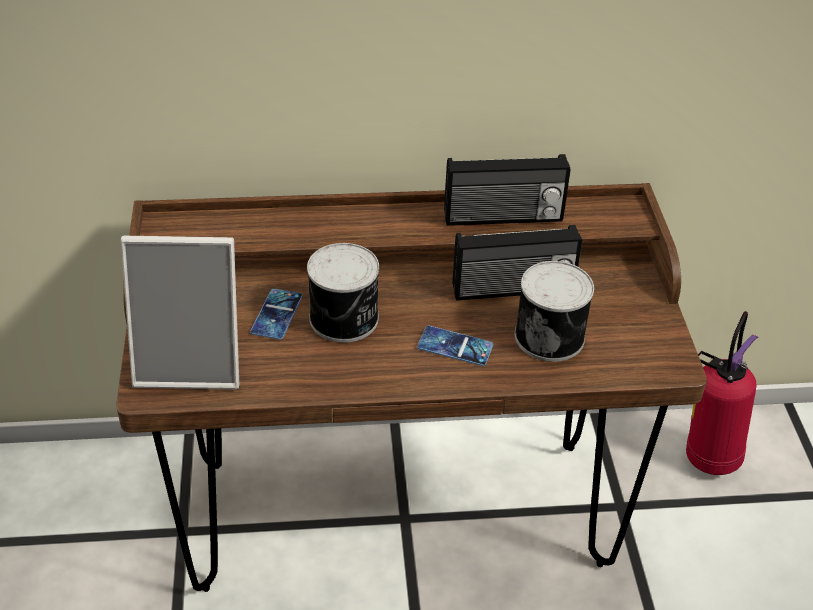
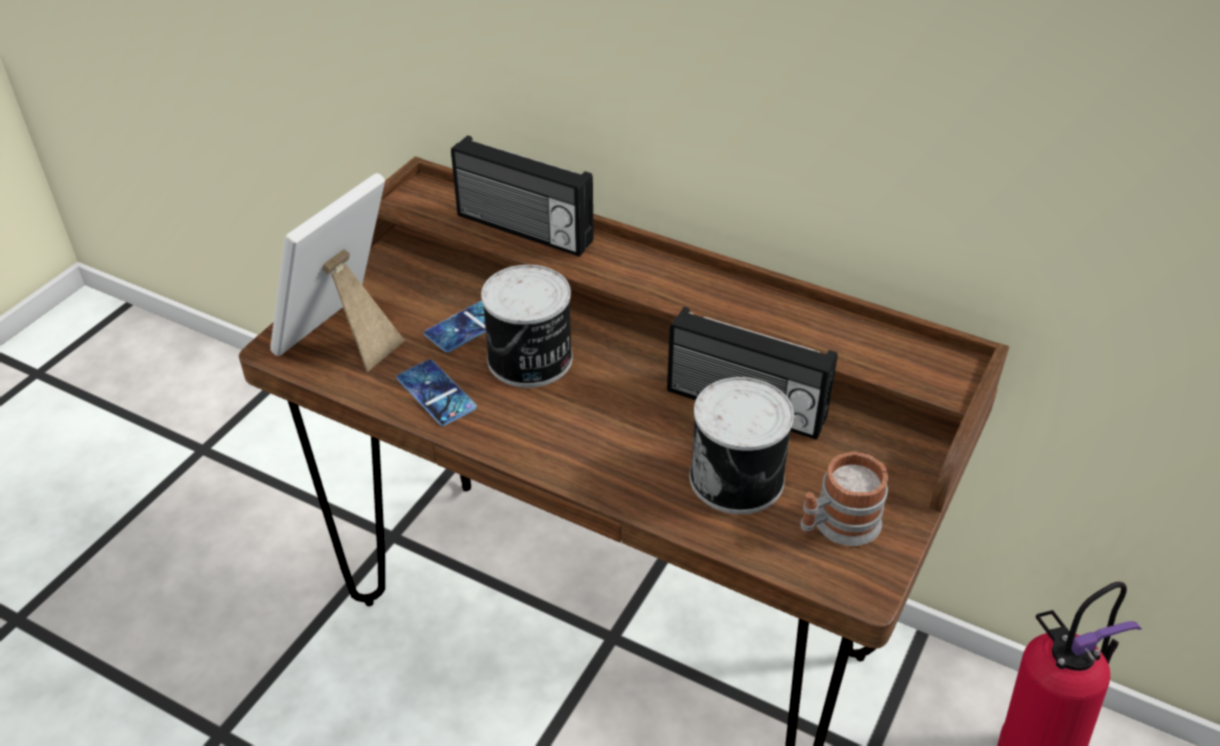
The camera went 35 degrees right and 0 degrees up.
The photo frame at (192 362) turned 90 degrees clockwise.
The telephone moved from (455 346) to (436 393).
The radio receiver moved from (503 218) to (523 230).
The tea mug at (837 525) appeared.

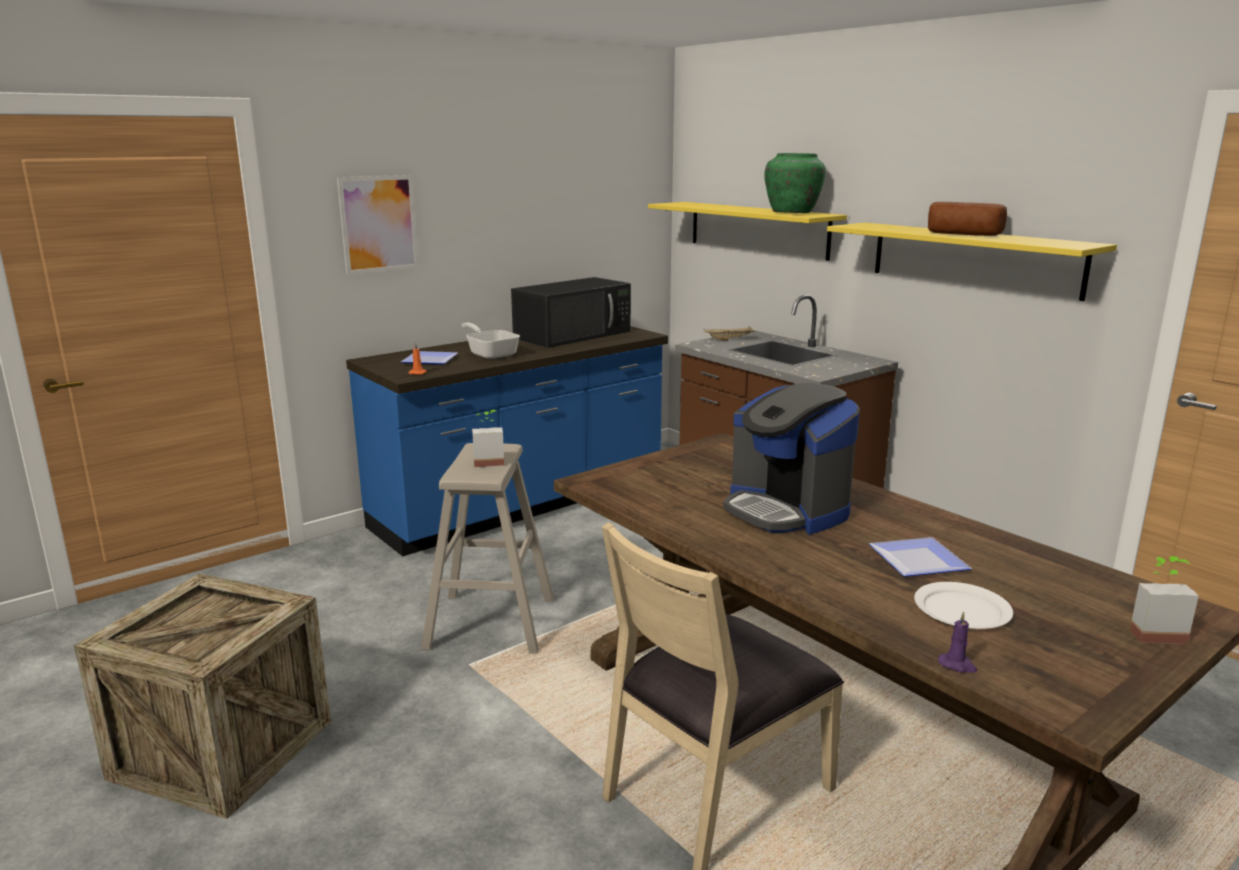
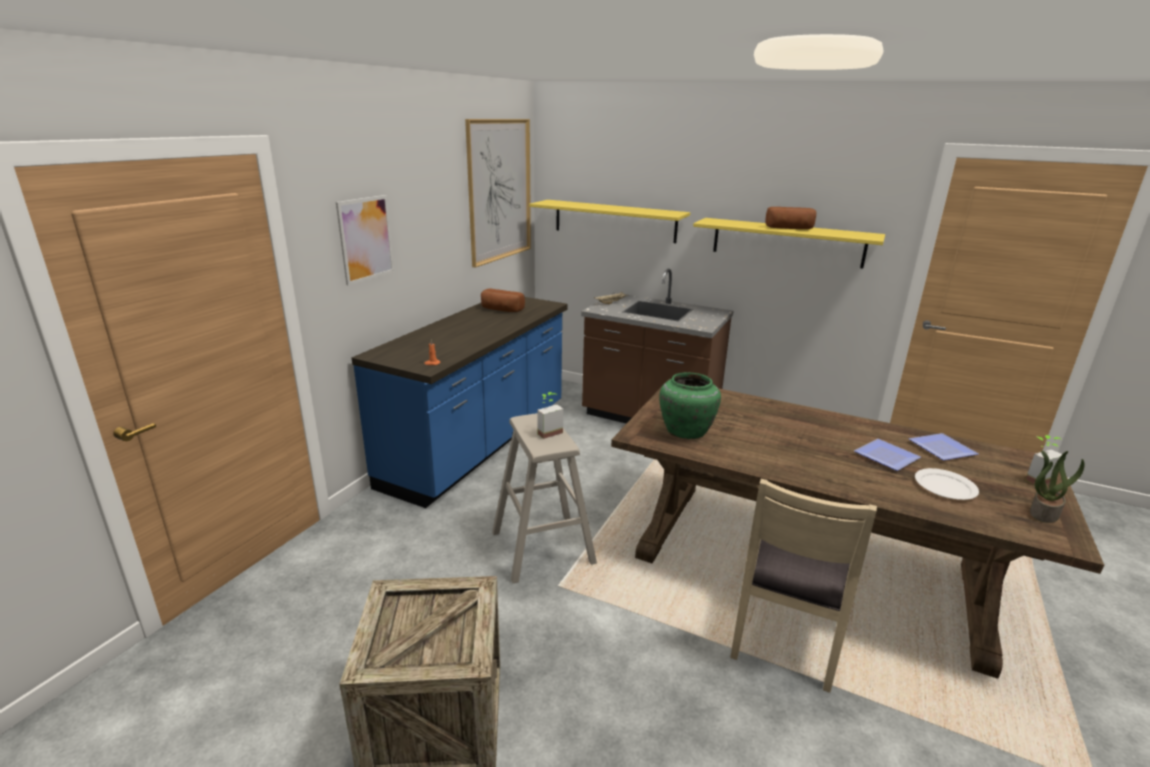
The camera went 25 degrees left and 5 degrees up.
The picture at (500 191) appeared.
The black-coloured microwave at (573 334) was replaced by the baked bread at (501 310).
The greenish decorative vase moved from (793 213) to (686 431).
The flat dish moved from (432 360) to (941 448).
The houseplant at (1043 513) appeared.
The pan at (490 354) disappeared.
The coffee maker at (786 510) disappeared.
The purplish wax candle at (957 665) disappeared.

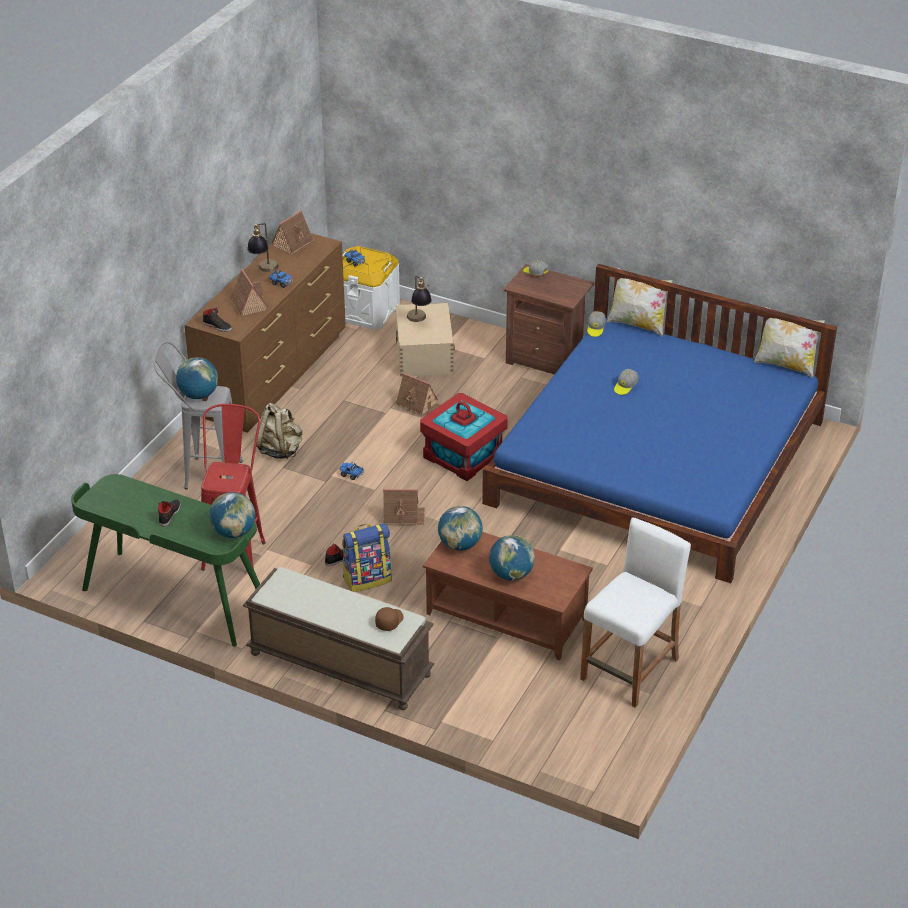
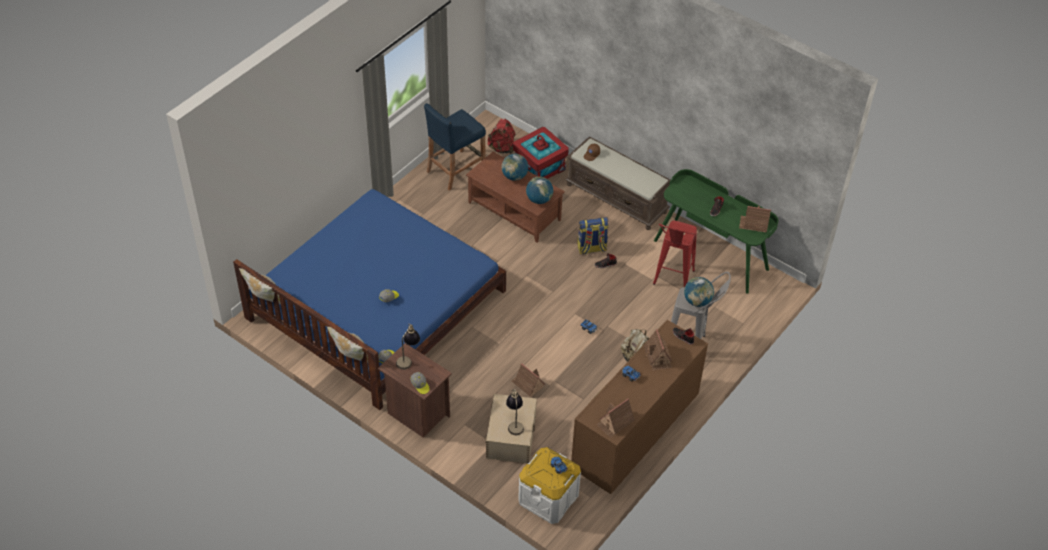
The camera went 170 degrees left and 10 degrees up.
The lamp for a table moved from (264 270) to (408 358).
The white-coloured stool seat at (630 669) became the bluish stool seat at (455 170).
The red-coloured backpack at (502 148) appeared.
The red-coloured storage container moved from (463 455) to (540 167).
The toy house moved from (403 516) to (754 224).
The globe at (233 532) disappeared.

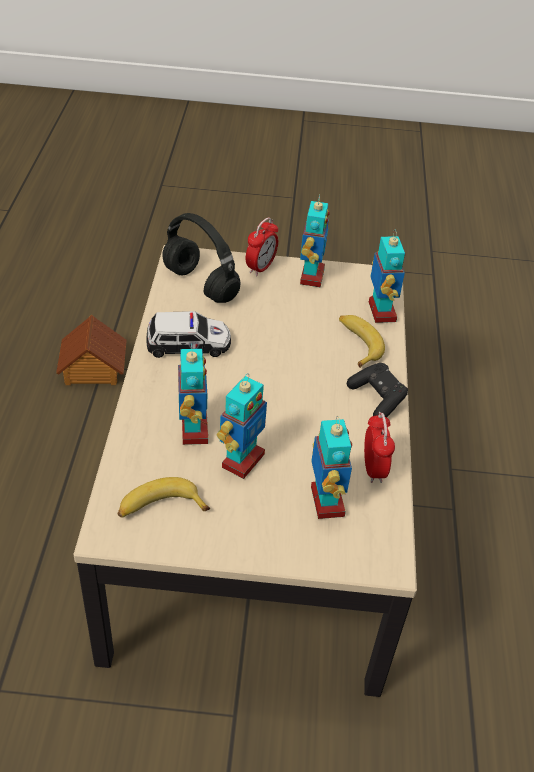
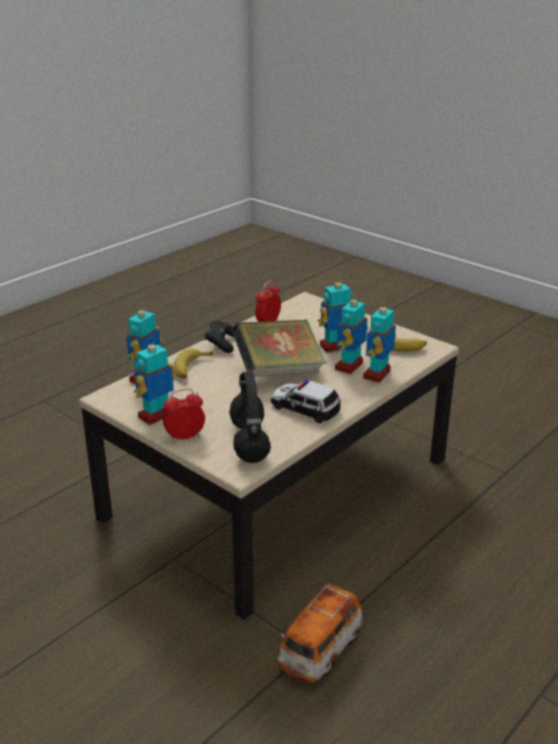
The camera went 140 degrees left and 15 degrees down.
The book at (279 371) appeared.
The toy house at (92 369) was replaced by the miniature car at (320 650).
The toy robot moved from (326 502) to (377 375).

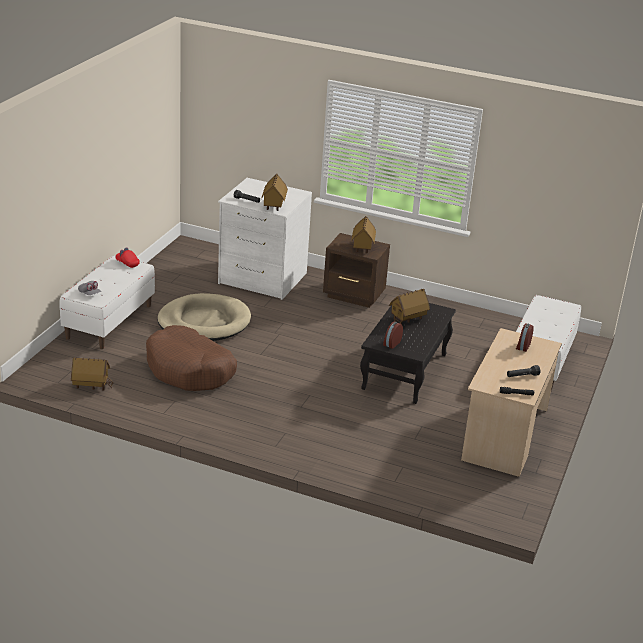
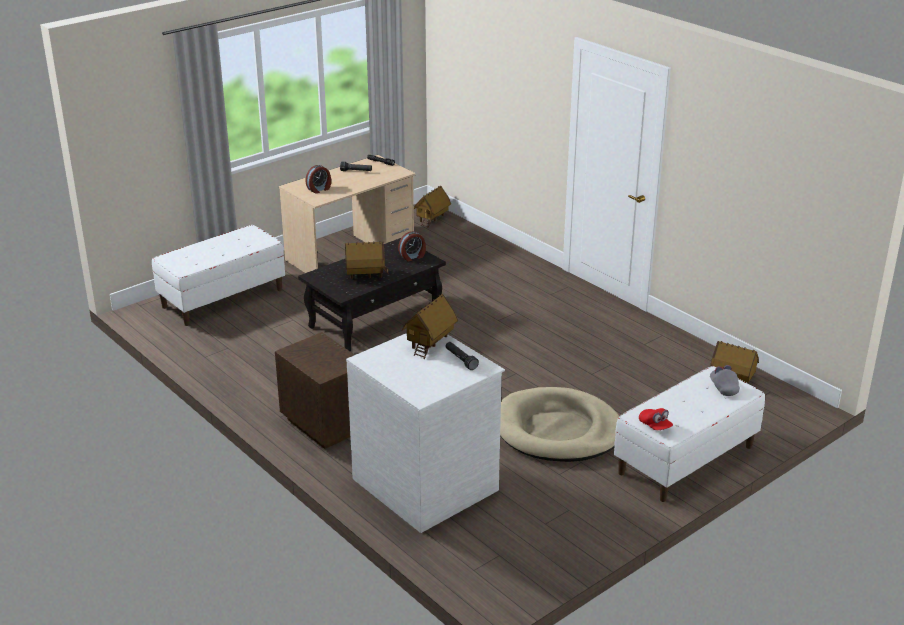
The camera went 150 degrees left and 0 degrees up.
The toy house moved from (362 247) to (432 219).
The brown pet bed at (190 370) disappeared.

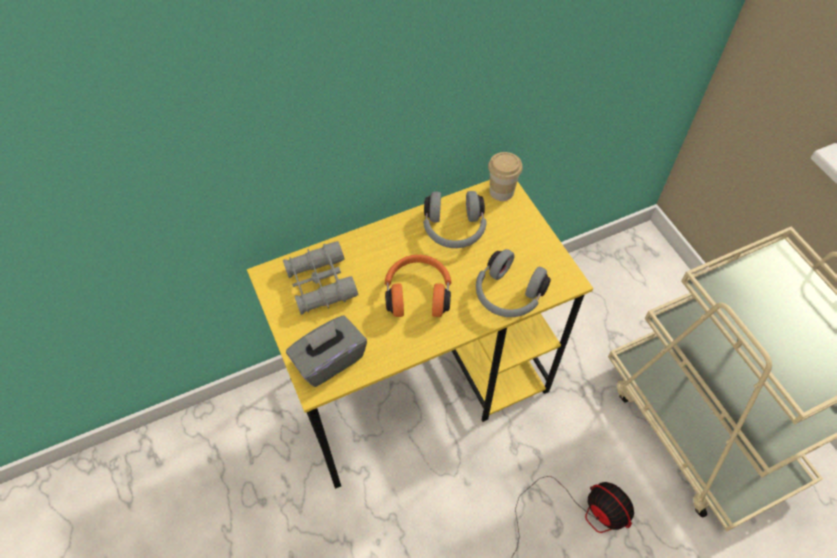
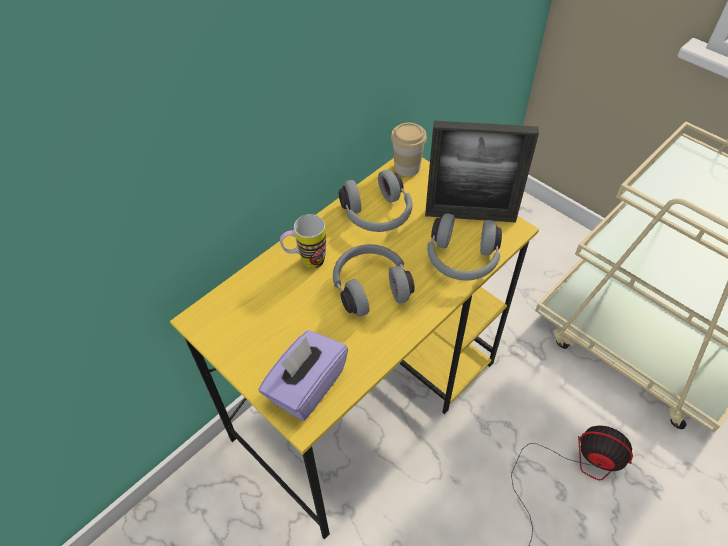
The camera went 20 degrees left and 5 degrees down.
The grey tissue holder at (329 360) became the purplish tissue holder at (306 386).
The tea mug at (306 262) appeared.
The orange-coloured headphones at (418 293) became the grey headphones at (370 286).
The photo frame at (470 216) appeared.
The grey pair of binoculars at (320 283) disappeared.

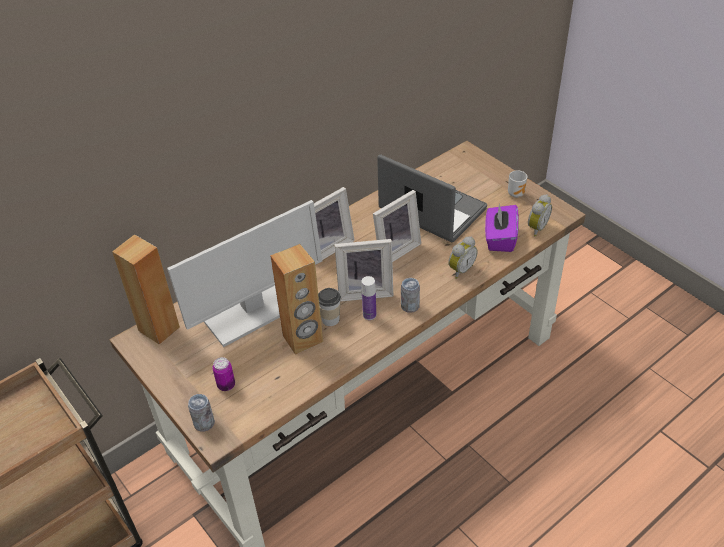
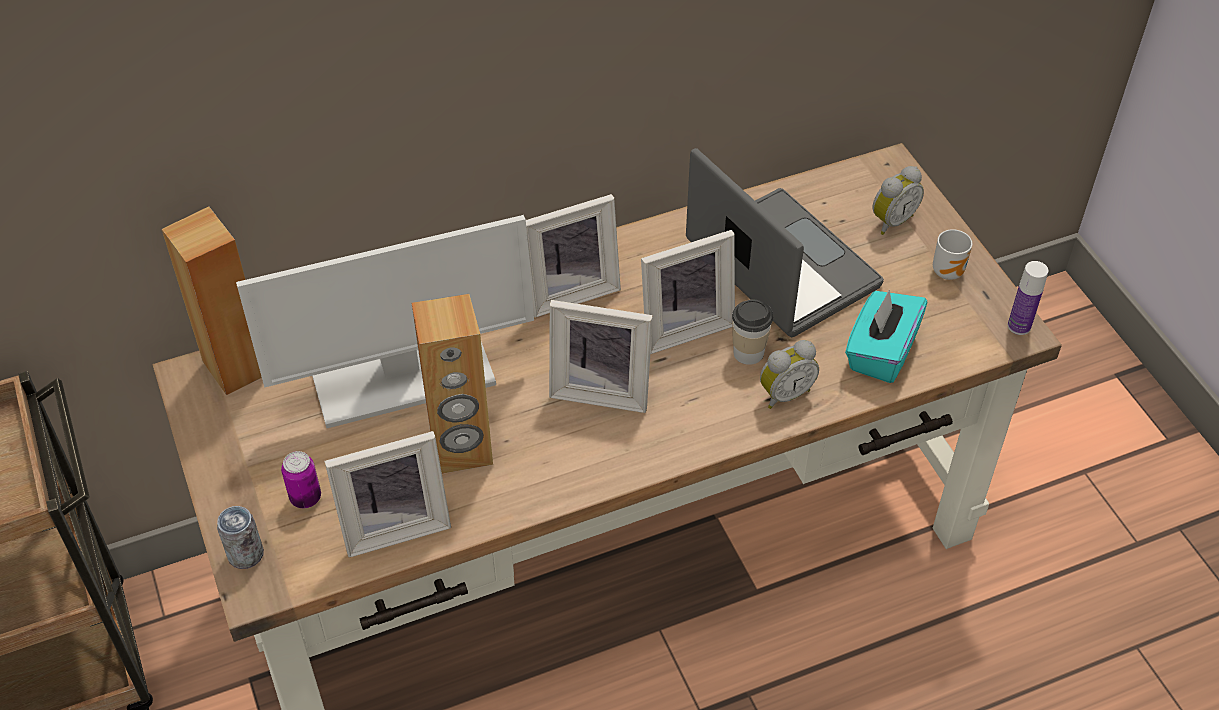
The camera went 15 degrees right and 5 degrees up.
The photo frame at (394 524) appeared.
The small cup moved from (330 319) to (748 353).
The purplish tissue holder at (500 239) became the turquoise-coloured tissue holder at (880 352).
The bedside clock moved from (536 228) to (891 220).
The drink bottle moved from (369 315) to (1019 326).
The metal can at (410 306) disappeared.

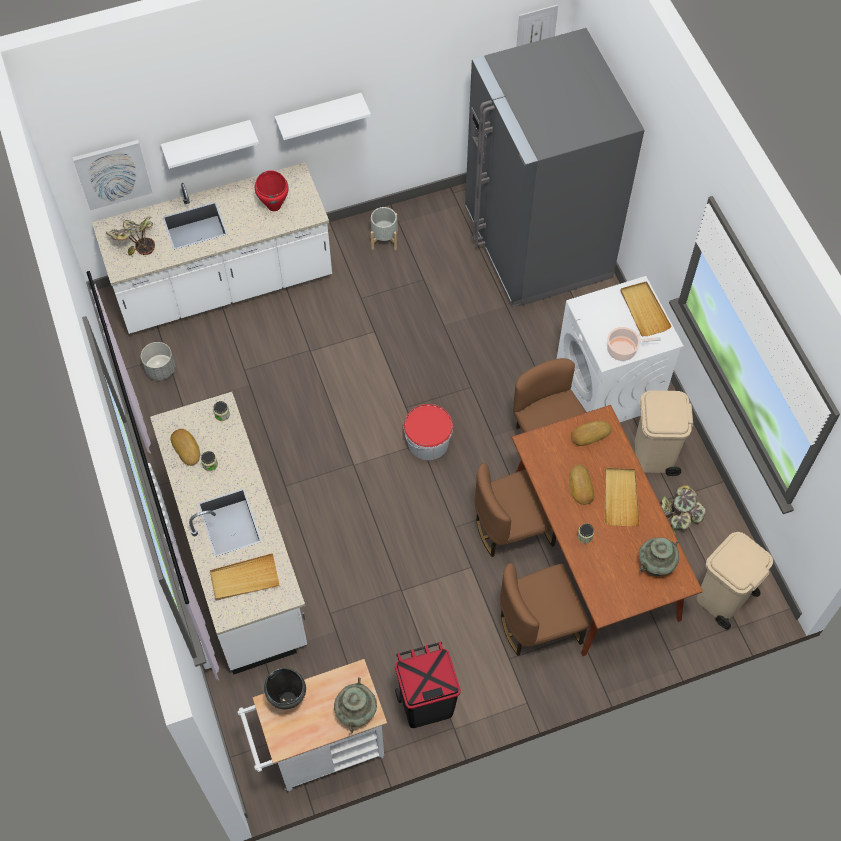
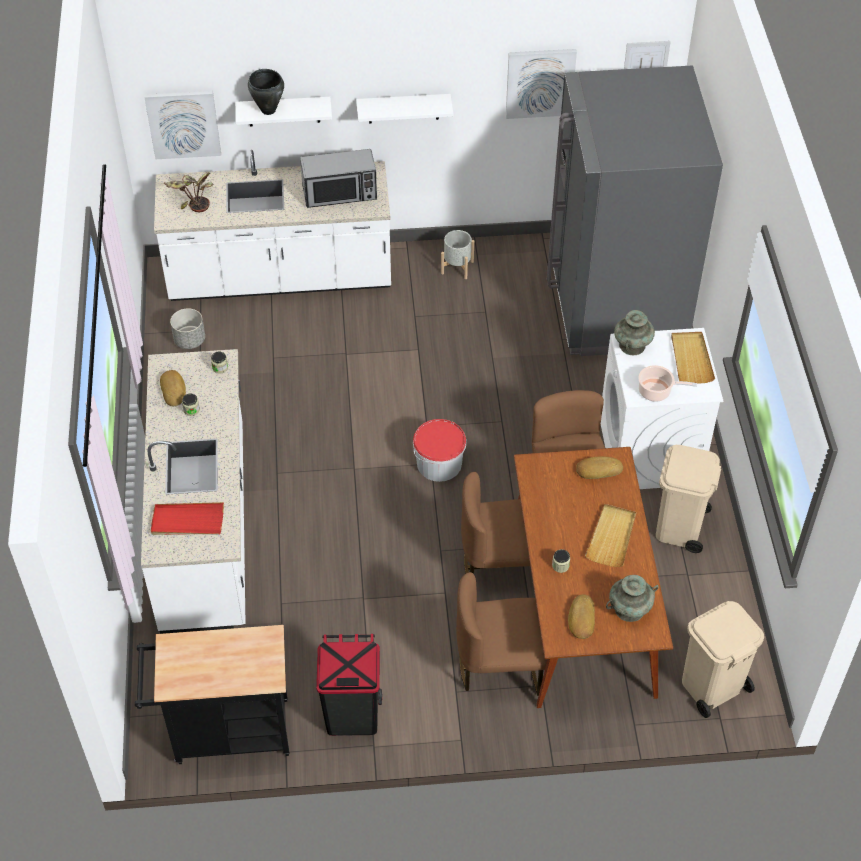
The camera went 15 degrees right and 10 degrees down.
The white-coloured wheeled cart at (319 750) became the black-coloured wheeled cart at (224 732).
The beige carrying tray at (244 579) became the red-coloured carrying tray at (187 521).
The black-coloured stockpot moved from (288 700) to (268 110).
The red-coloured stockpot at (274 205) was replaced by the microwave at (340 193).
The picture at (540 83) appeared.
The baked bread moved from (580 487) to (581 619).
The turquoise-coloured decorative vase moved from (356 711) to (632 345).
The houseplant at (677 517) disappeared.

